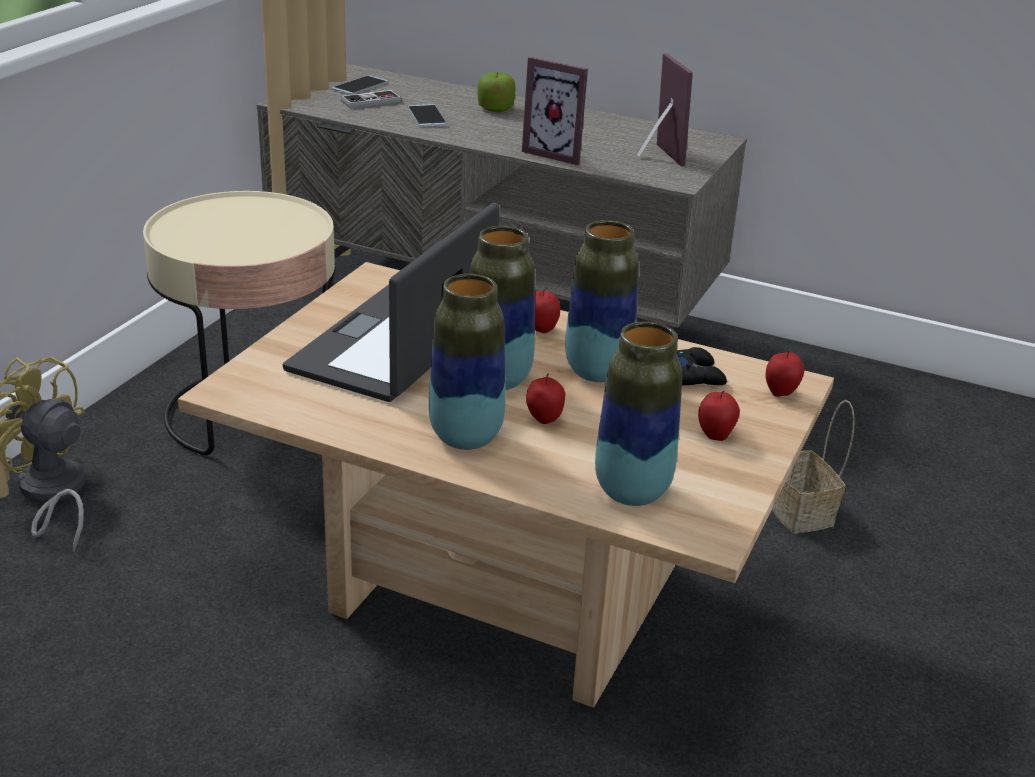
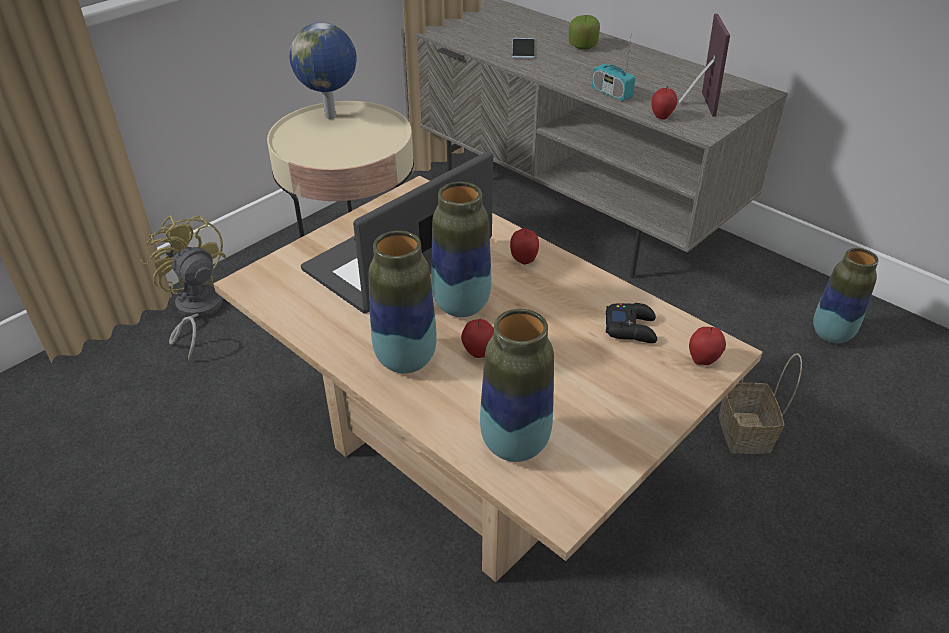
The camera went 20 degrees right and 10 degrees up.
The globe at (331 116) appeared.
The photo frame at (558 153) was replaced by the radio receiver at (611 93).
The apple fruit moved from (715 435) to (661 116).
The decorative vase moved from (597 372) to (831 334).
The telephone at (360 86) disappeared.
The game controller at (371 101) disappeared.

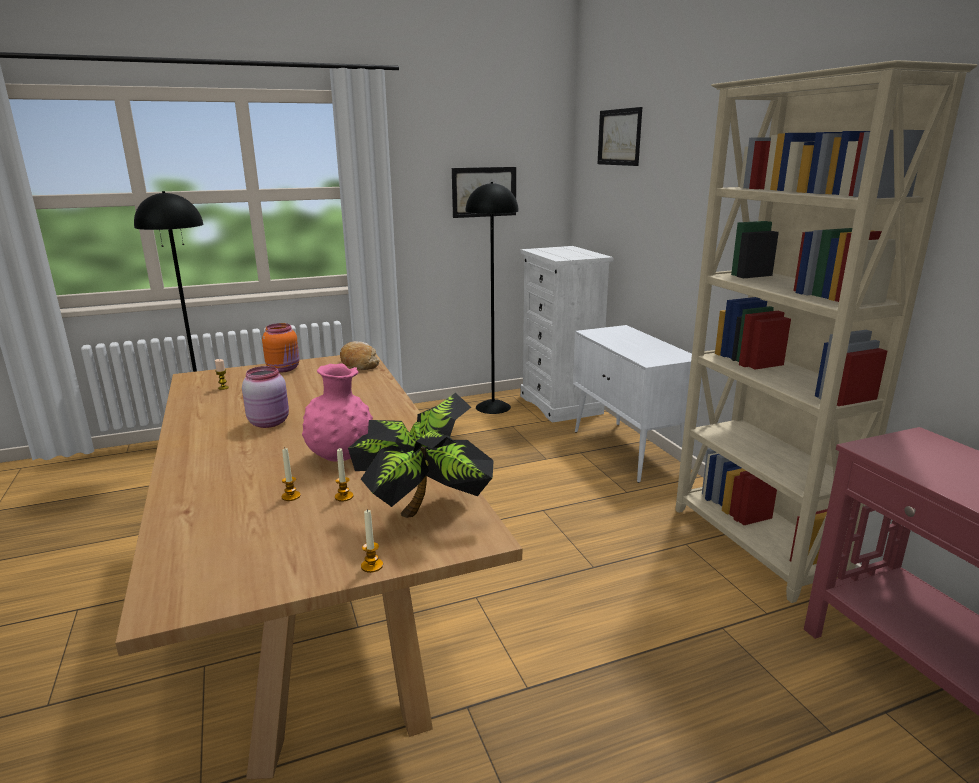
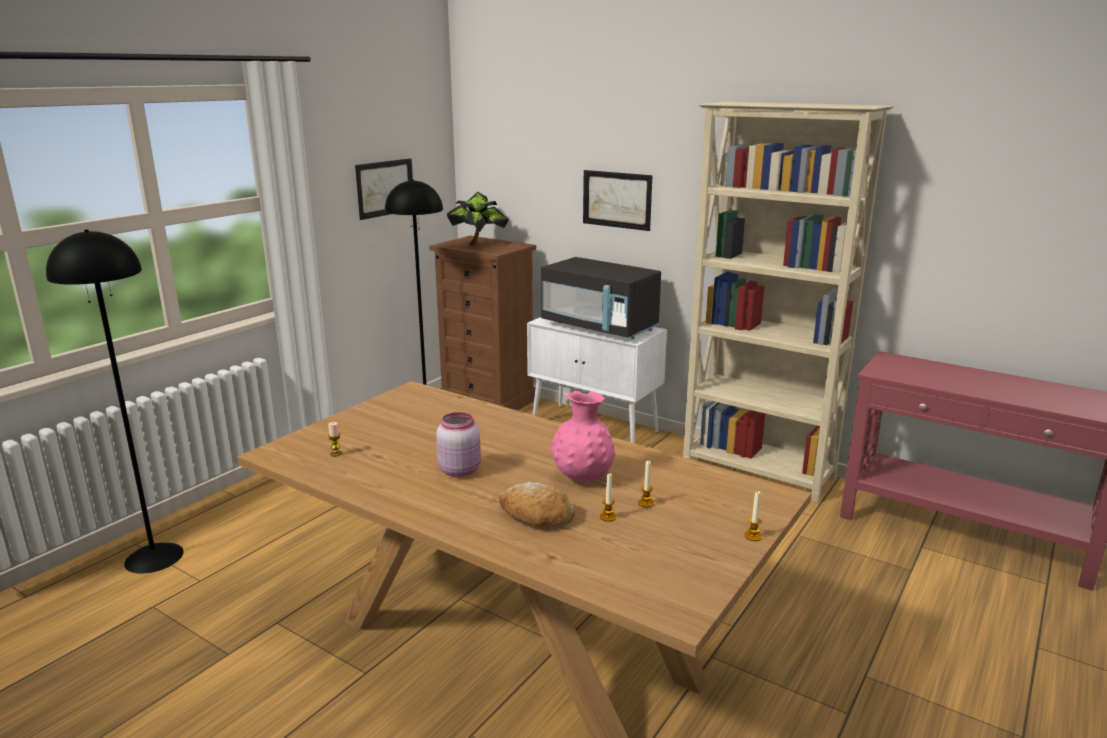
The camera went 35 degrees left and 0 degrees up.
The white-coloured chest of drawers at (561 404) became the brown chest of drawers at (488 400).
The houseplant moved from (425 513) to (478 244).
The baked bread moved from (358 364) to (536 516).
The black-coloured microwave at (599 327) appeared.
The picture moved from (619 137) to (617 199).
The orange-coloured preserve jar at (284 369) disappeared.

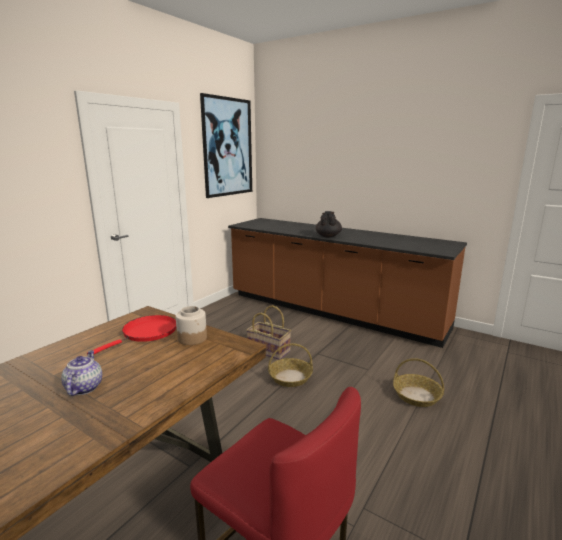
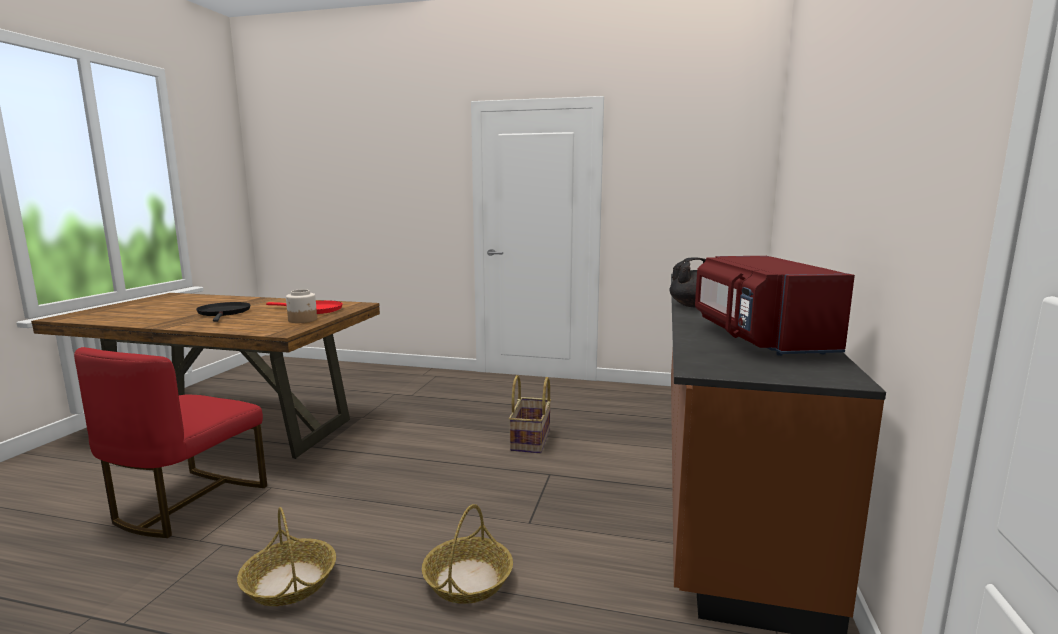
The camera went 70 degrees right and 5 degrees down.
The pot for tea at (84 387) was replaced by the black-coloured pan at (224 313).
The basket moved from (290 377) to (290 582).
The red-coloured microwave at (758 338) appeared.
The picture at (227 147) disappeared.

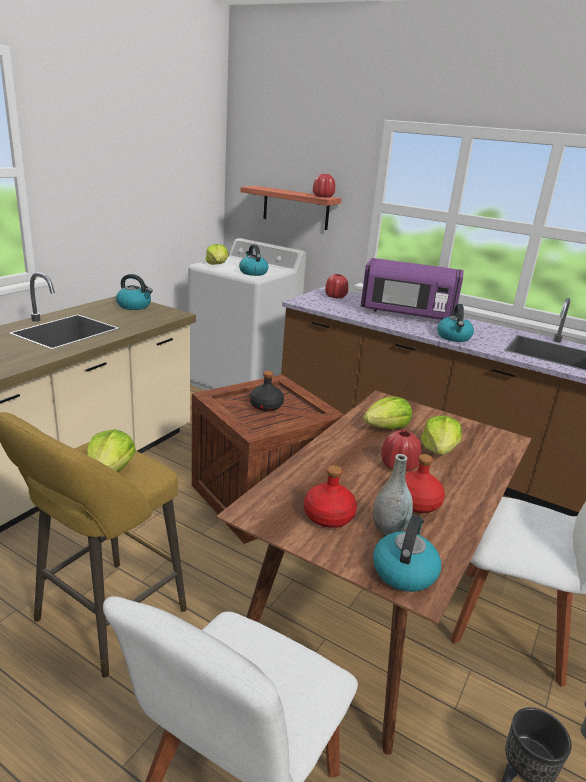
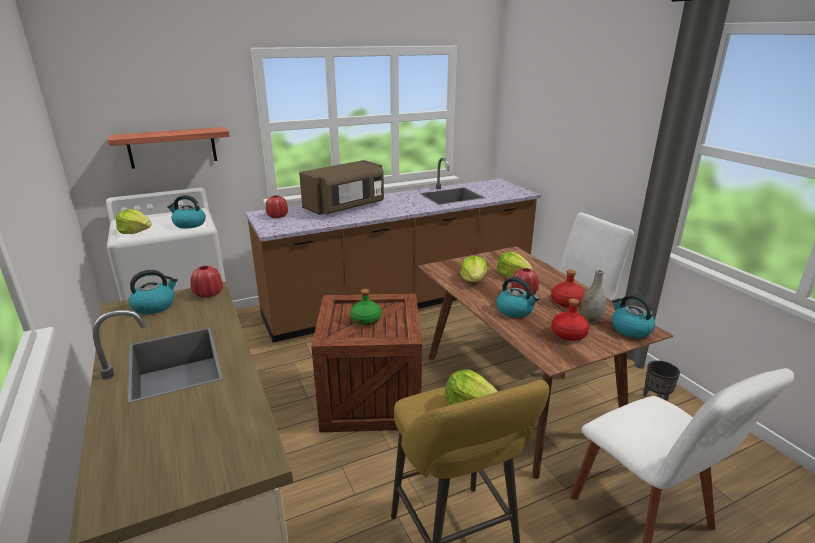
The camera went 55 degrees left and 0 degrees up.
The red-coloured decorative vase moved from (323 196) to (208 293).
The purplish microwave at (407 313) became the brown microwave at (345 207).
The black-coloured drink bottle at (266 406) became the greenish drink bottle at (366 320).
The water kettle moved from (454 337) to (515 310).

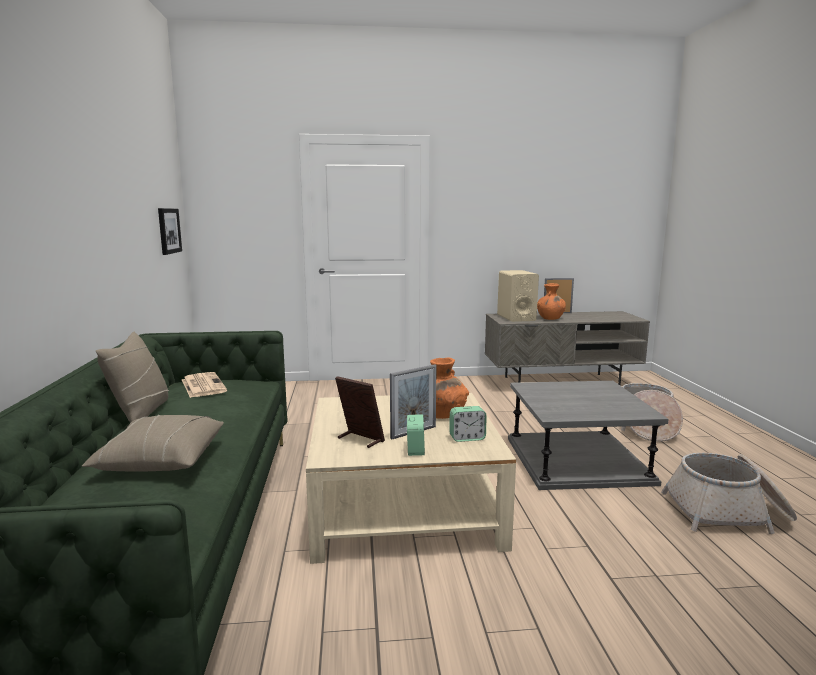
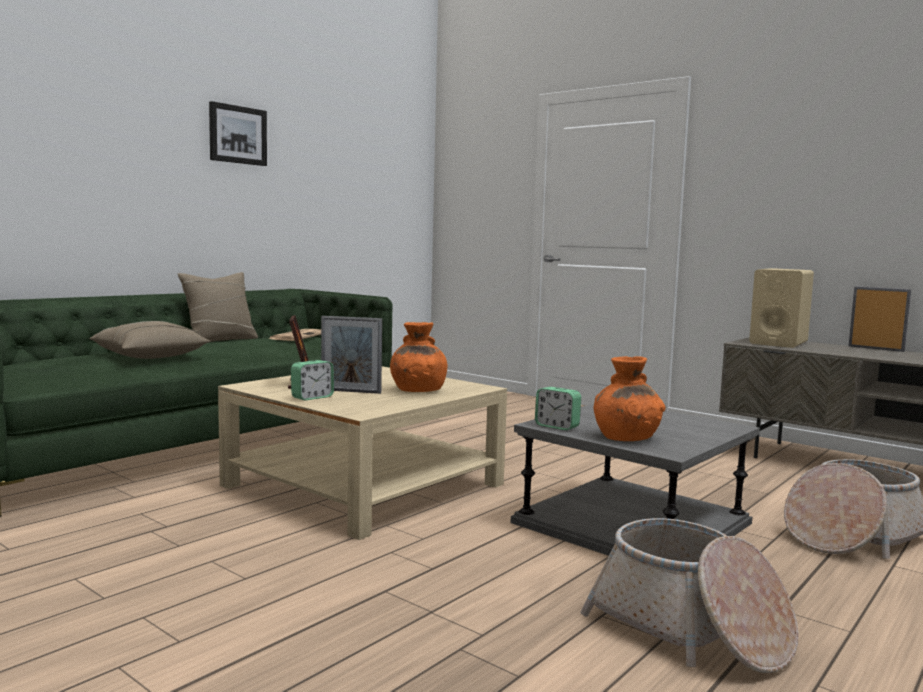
The camera went 45 degrees right and 5 degrees down.
The picture moved from (168 231) to (237 135).
The bedside clock moved from (467 438) to (557 426).
The orange-coloured decorative vase moved from (550 318) to (626 438).

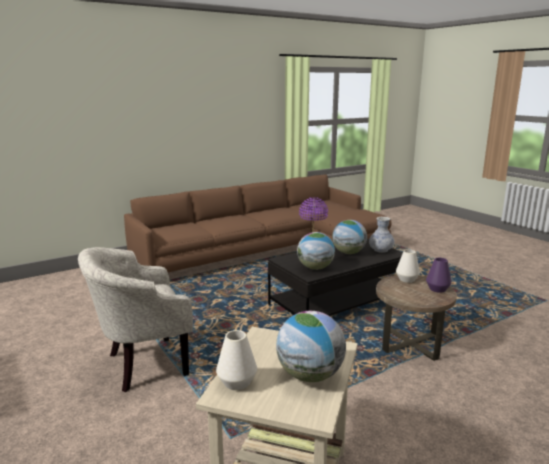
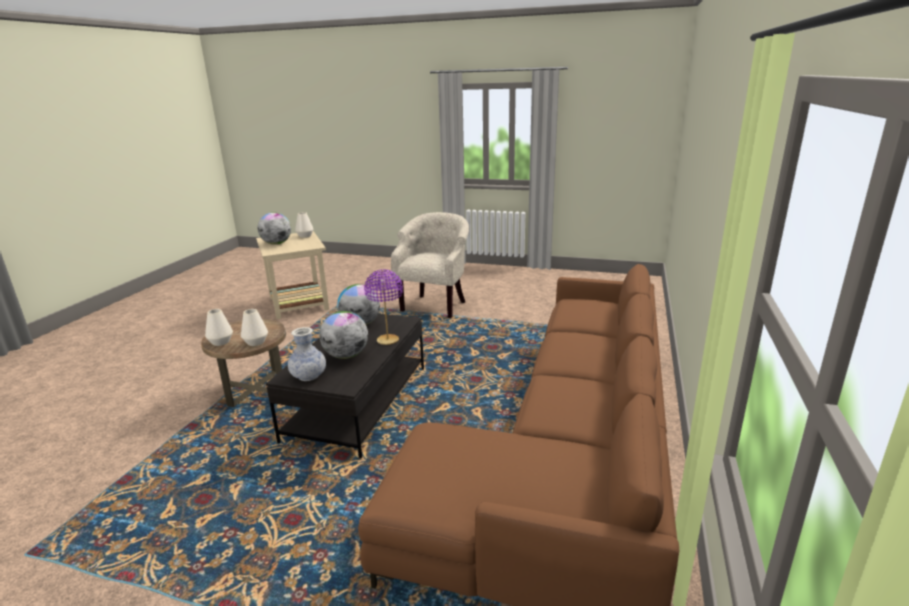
The camera went 140 degrees right and 5 degrees up.
The purplish decorative vase at (437 289) became the white-coloured decorative vase at (221 342).

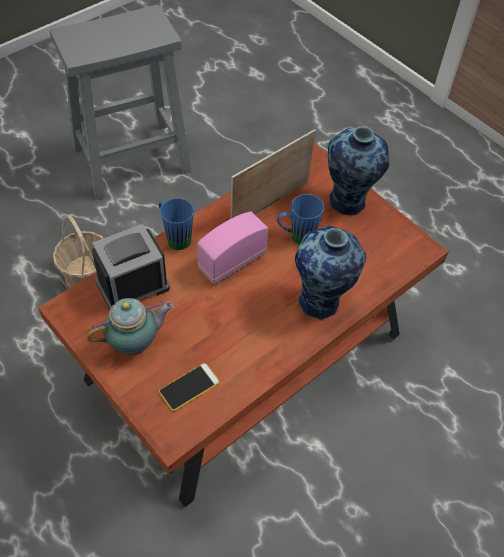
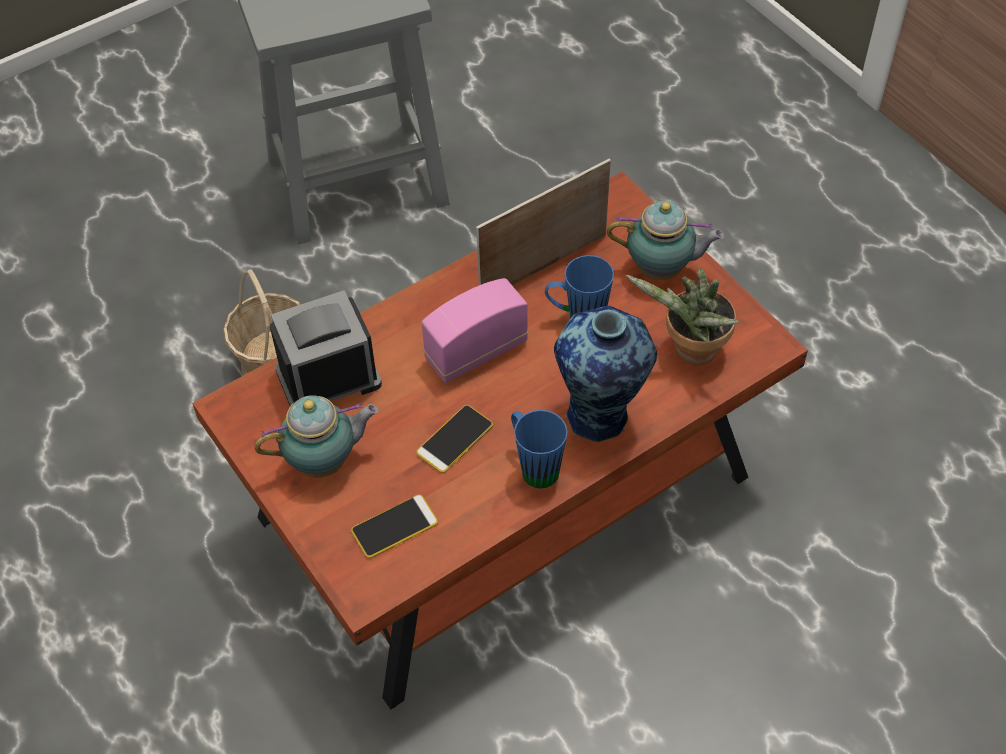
The camera went 10 degrees right and 0 degrees up.
The telephone at (455 439) appeared.
The bluish tea mug moved from (175 236) to (534 465).
The decorative vase at (347 203) was replaced by the pot for tea at (662 270).
The houseplant at (690 352) appeared.

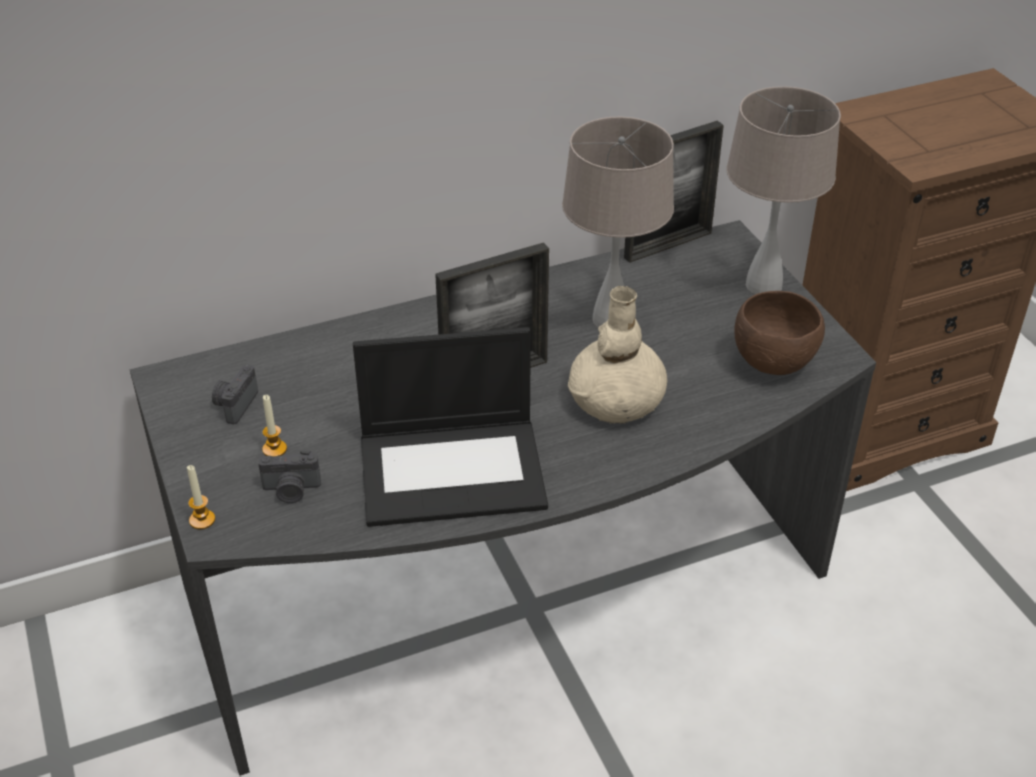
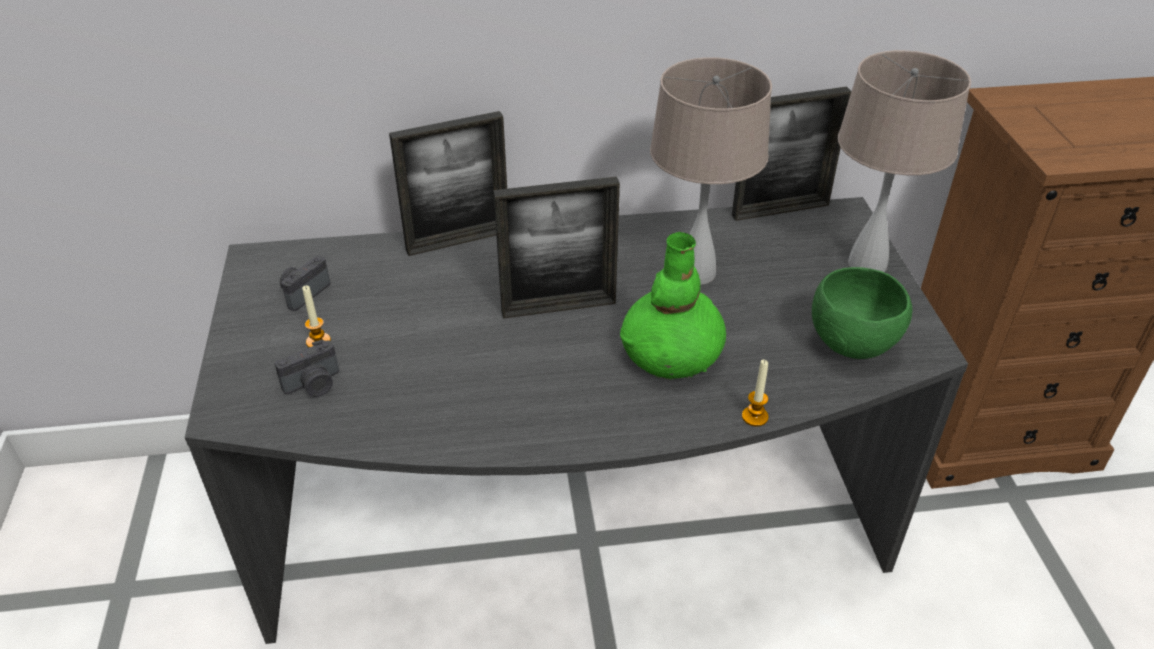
The camera went 15 degrees right and 0 degrees up.
The still camera at (291 490) turned 45 degrees counterclockwise.
The photo frame at (458 241) appeared.
The beige decorative vase at (616 400) became the greenish decorative vase at (671 354).
The wax candle moved from (202 520) to (754 417).
The brown deep dish at (774 363) became the greenish deep dish at (853 345).
The notebook computer at (454 470) disappeared.

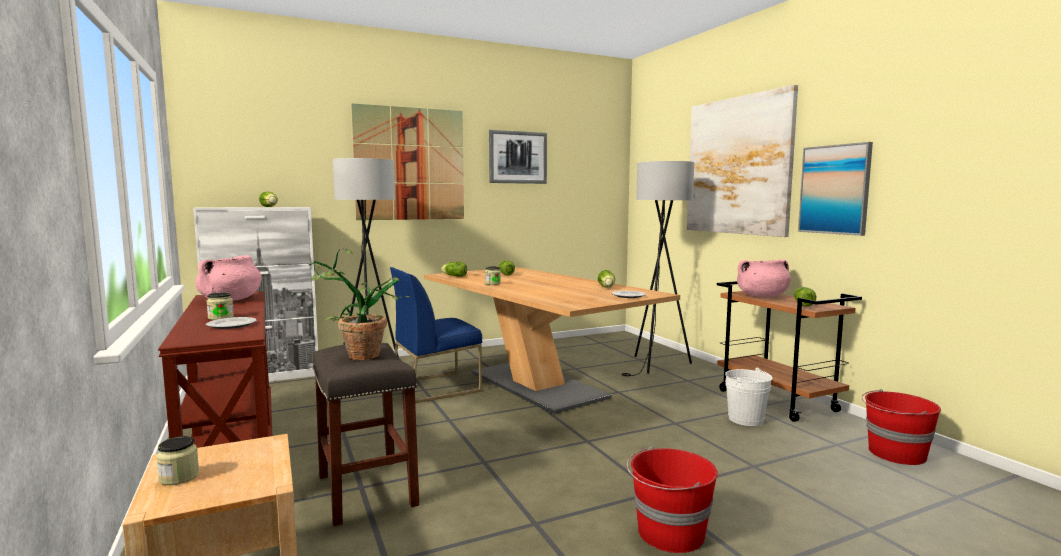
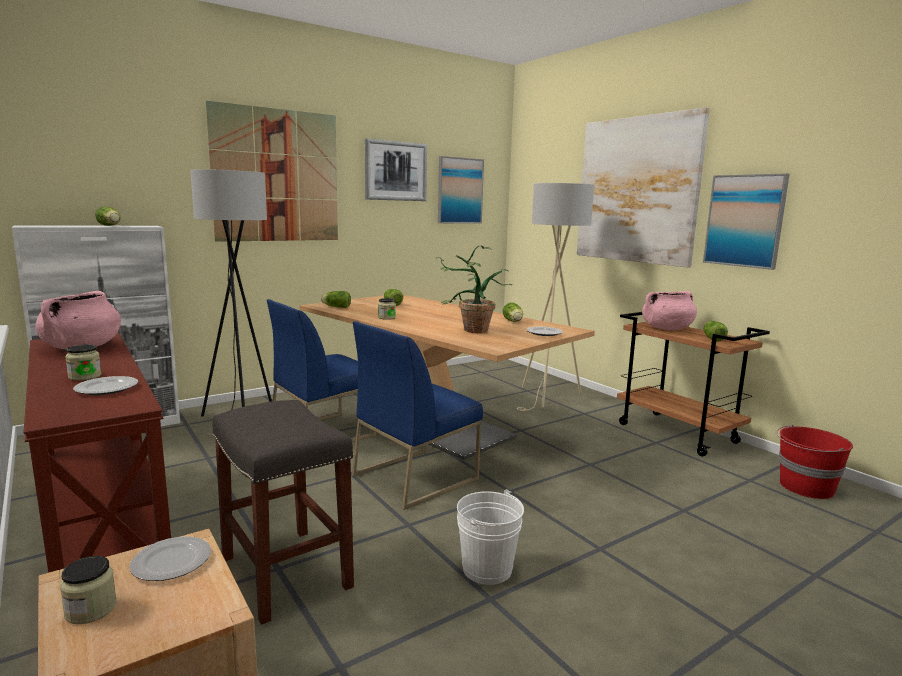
The camera went 10 degrees left and 5 degrees up.
The flat dish at (171 562) appeared.
The bluish upright chair at (415 477) appeared.
The houseplant moved from (354 356) to (469 331).
The picture at (459 191) appeared.
The white-coloured pail moved from (745 419) to (487 569).
The black-coloured standard lamp at (657 366) became the beige standard lamp at (548 397).
The red-coloured pail at (669 533) disappeared.

